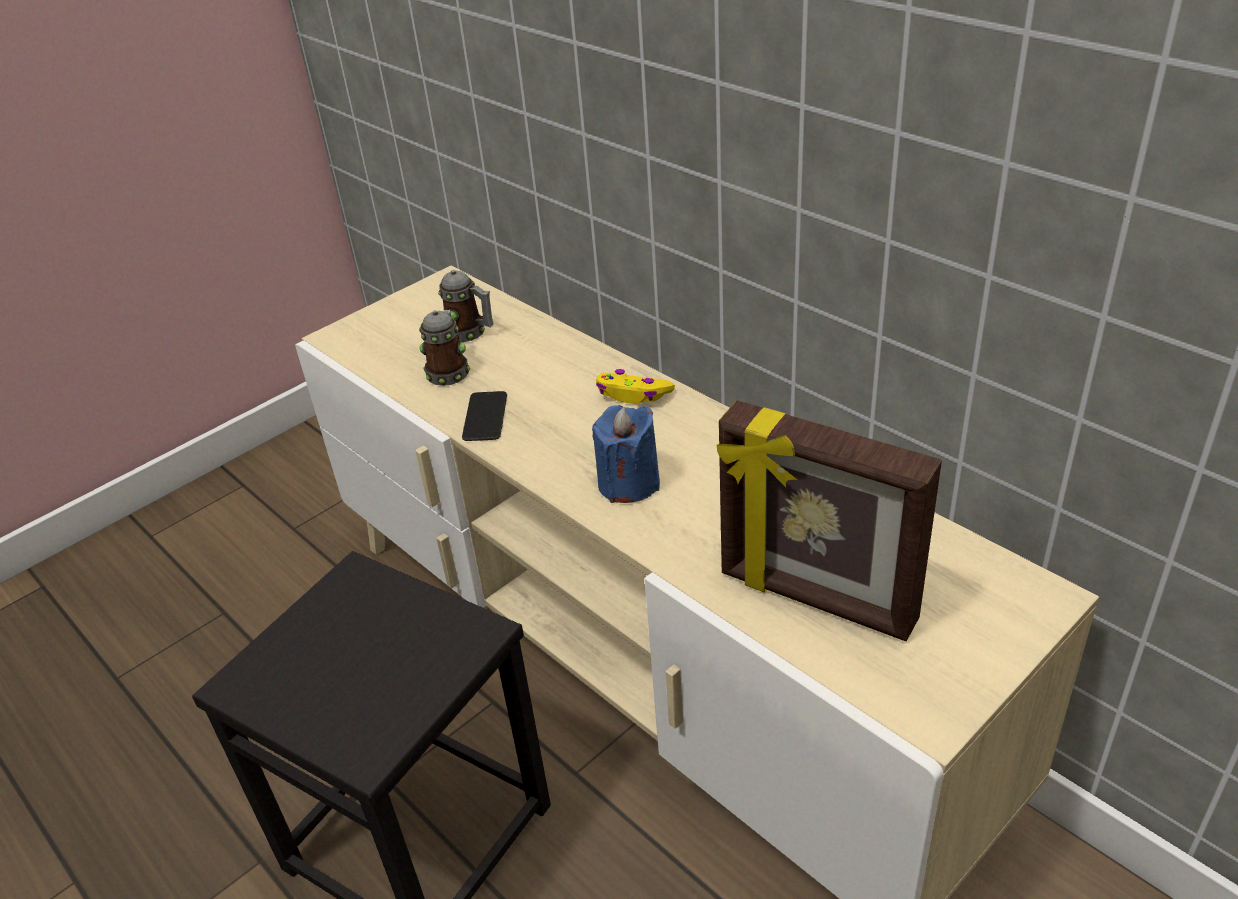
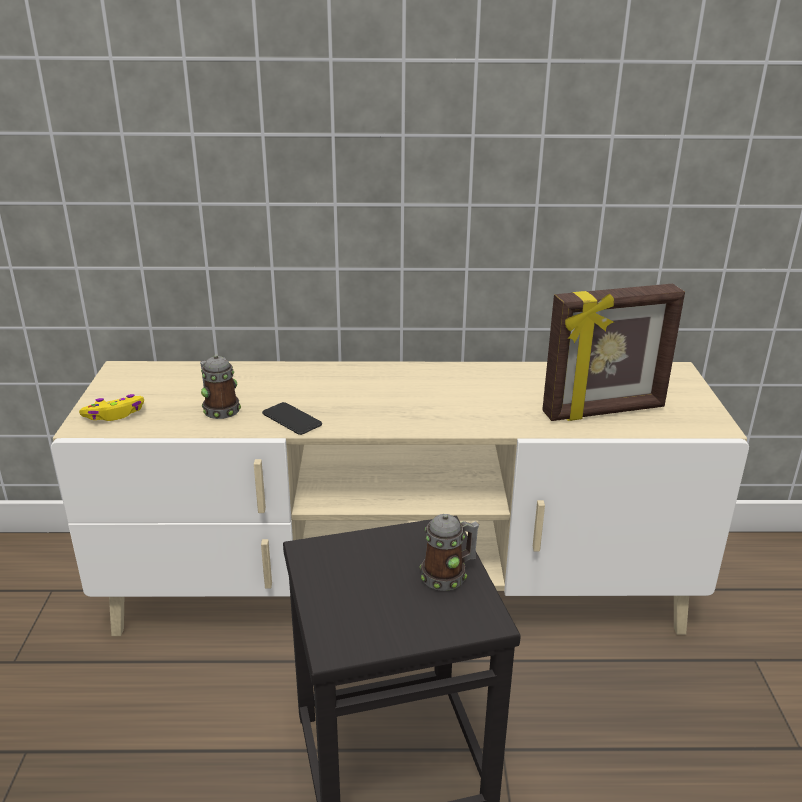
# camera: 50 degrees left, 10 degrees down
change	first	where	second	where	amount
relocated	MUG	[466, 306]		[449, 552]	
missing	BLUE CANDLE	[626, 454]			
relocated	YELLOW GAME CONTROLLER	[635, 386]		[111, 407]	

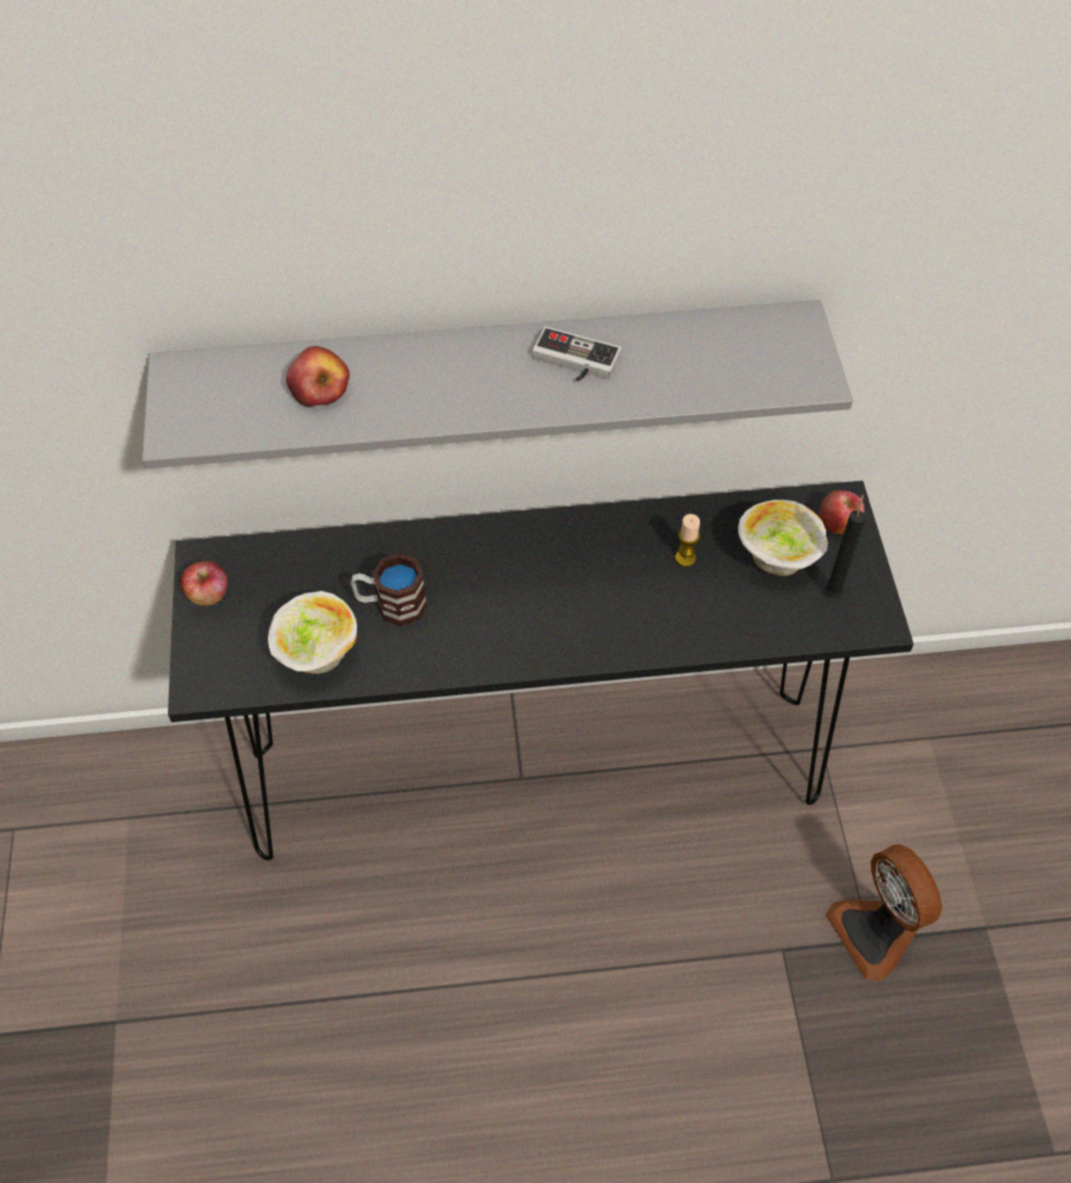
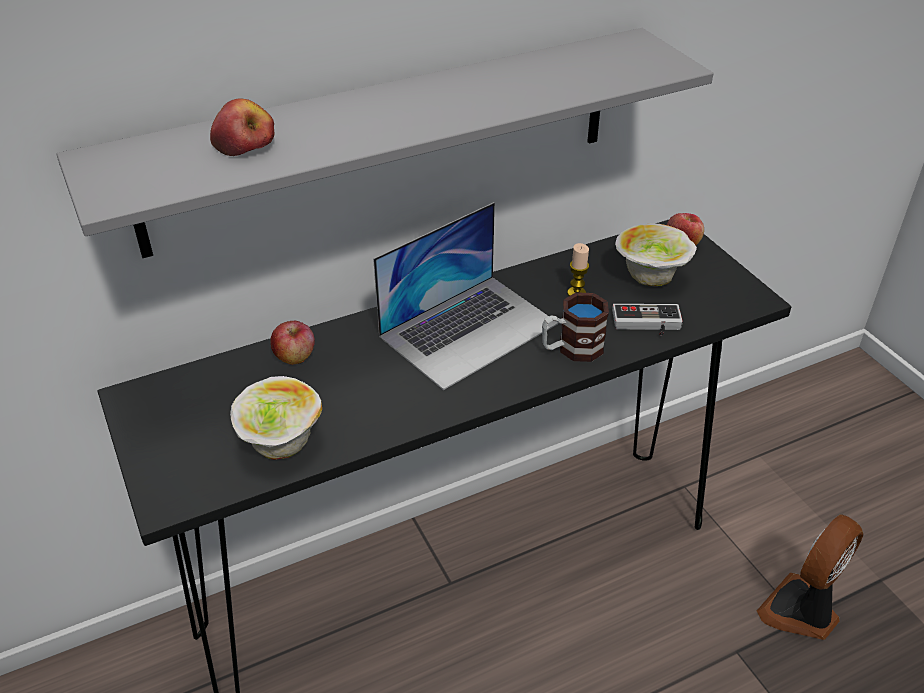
# camera: 20 degrees left, 15 degrees down
change	first	where	second	where	amount
relocated	APPLE	[204, 583]		[292, 342]	
relocated	MUG	[388, 589]		[575, 327]	
relocated	GAME CONTROLLER	[576, 353]		[647, 320]	
missing	BLACK CANDLE	[845, 546]			
spun	FAN	[884, 913]		[810, 577]	90 degrees clockwise
appeared			LAPTOP	[465, 296]	

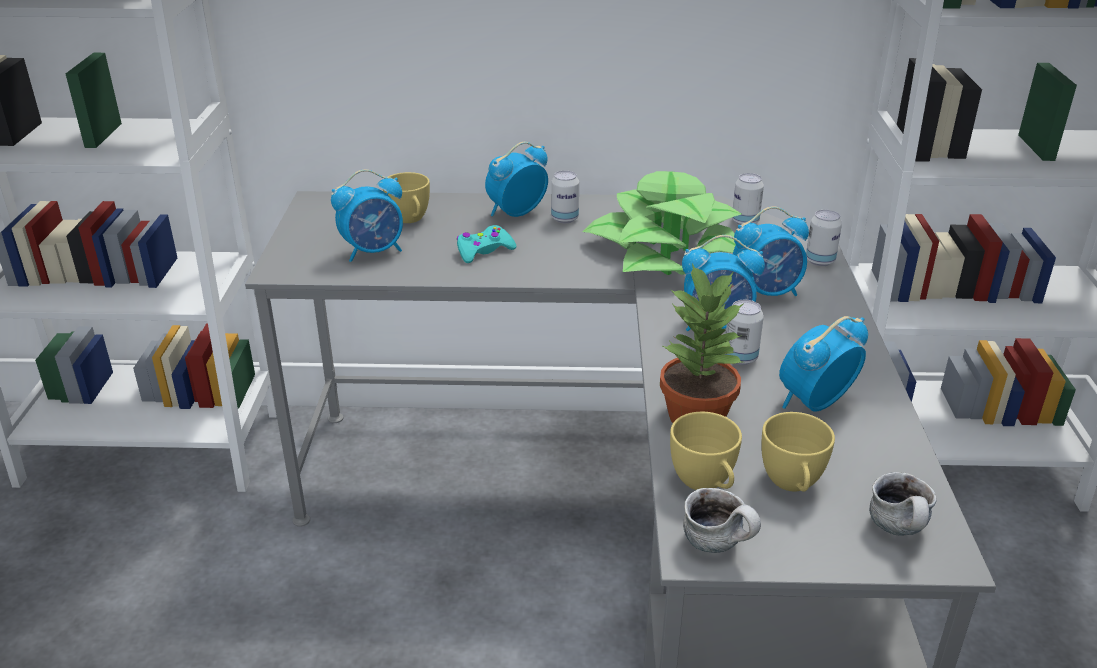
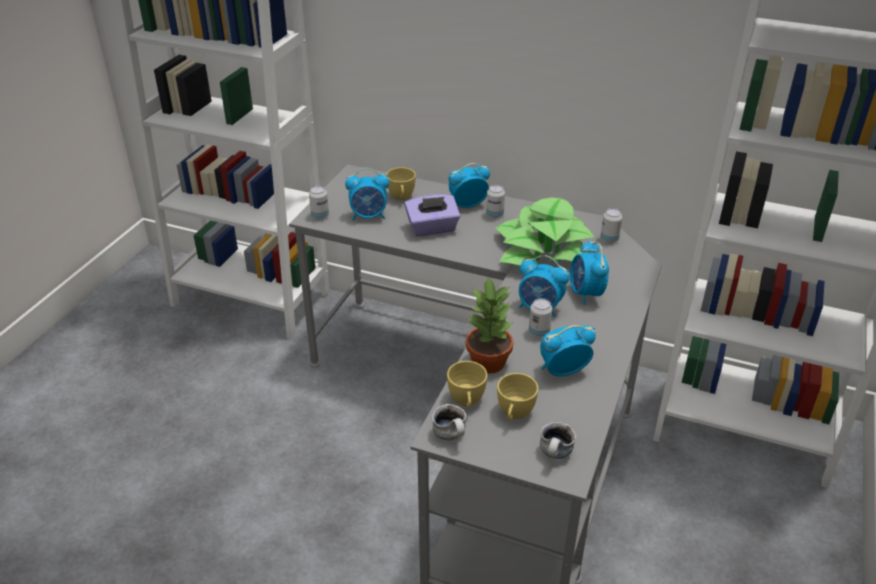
# camera: 20 degrees right, 5 degrees up
change	first	where	second	where	amount
exchanged	TURQUOISE GAME CONTROLLER	[486, 244]	PURPLE TISSUE BOX	[432, 215]	
spun	ALARM CLOCK	[771, 251]		[589, 272]	75 degrees clockwise
relocated	CAN	[824, 238]		[319, 203]	

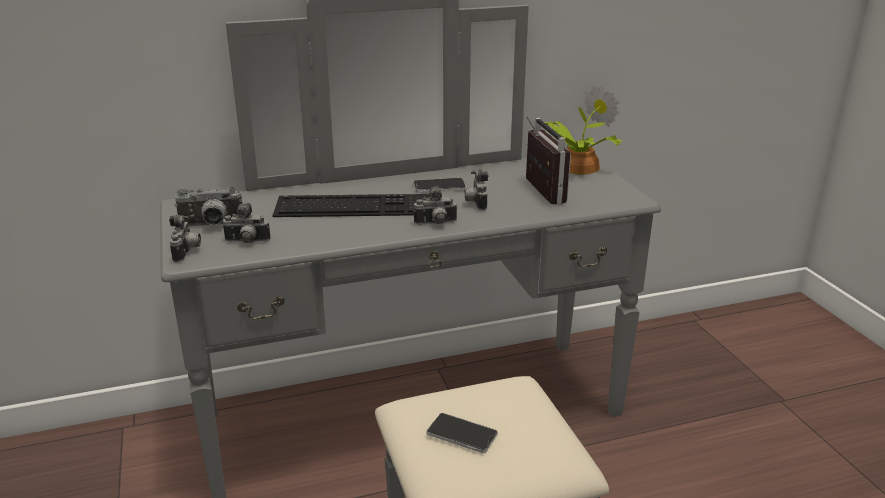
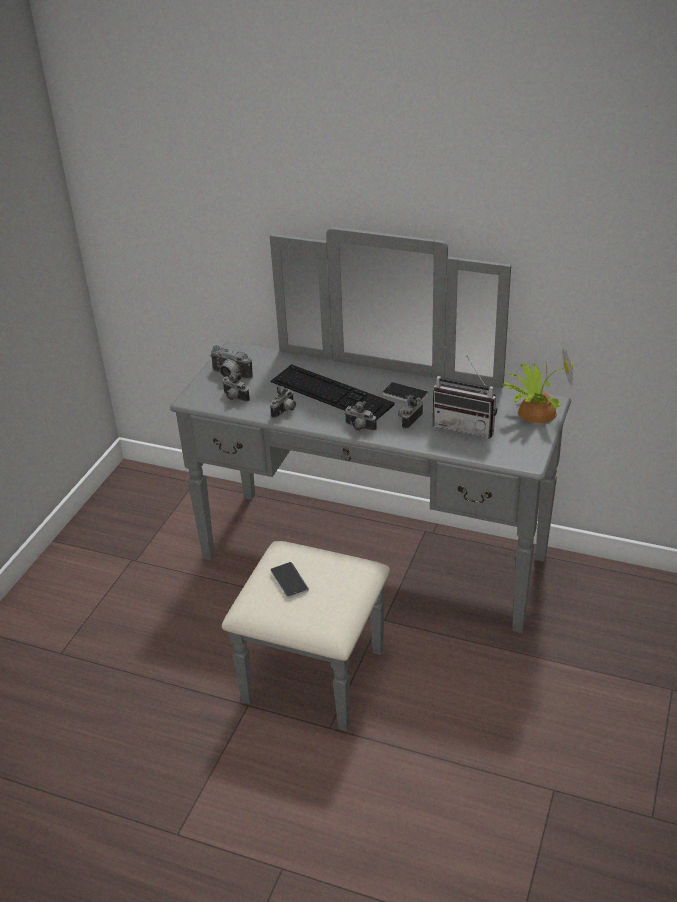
# camera: 40 degrees right, 10 degrees up
change	first	where	second	where	amount
relocated	PHOTO CAMERA	[185, 239]		[283, 401]	
spun	RADIO	[548, 159]		[465, 397]	90 degrees clockwise

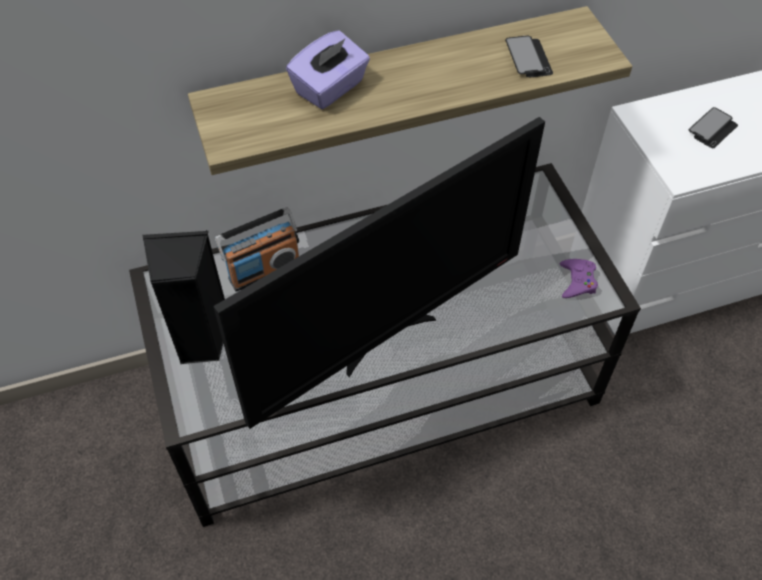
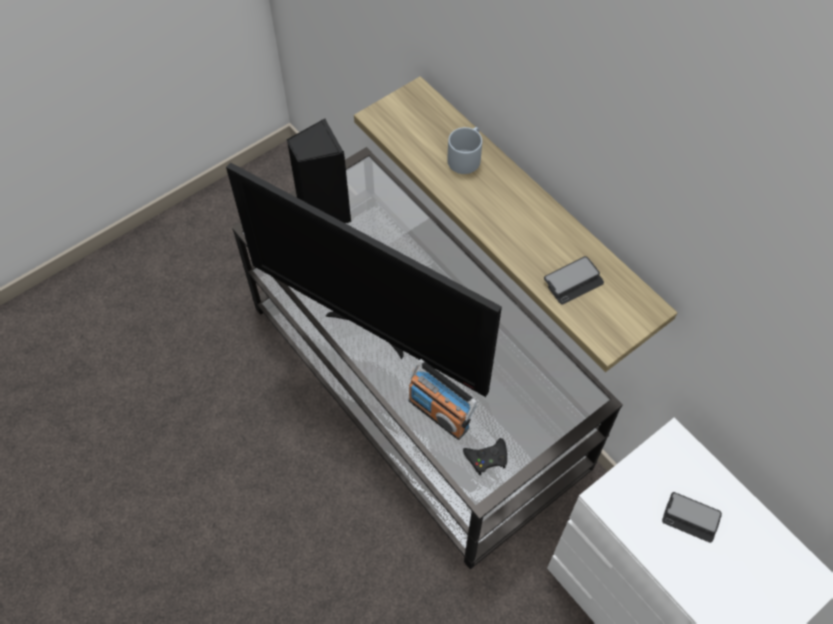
# camera: 70 degrees right, 5 degrees up
change	first	where	second	where	amount
relocated	RADIO	[257, 249]		[442, 399]	
exchanged	PURPLE TISSUE BOX	[328, 69]	GREY MUG	[464, 150]	
colour	PURPLE GAME CONTROLLER	[579, 278]	BLACK GAME CONTROLLER	[485, 456]	

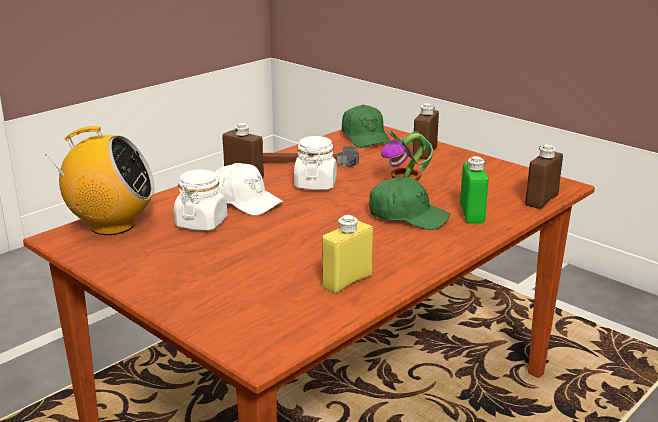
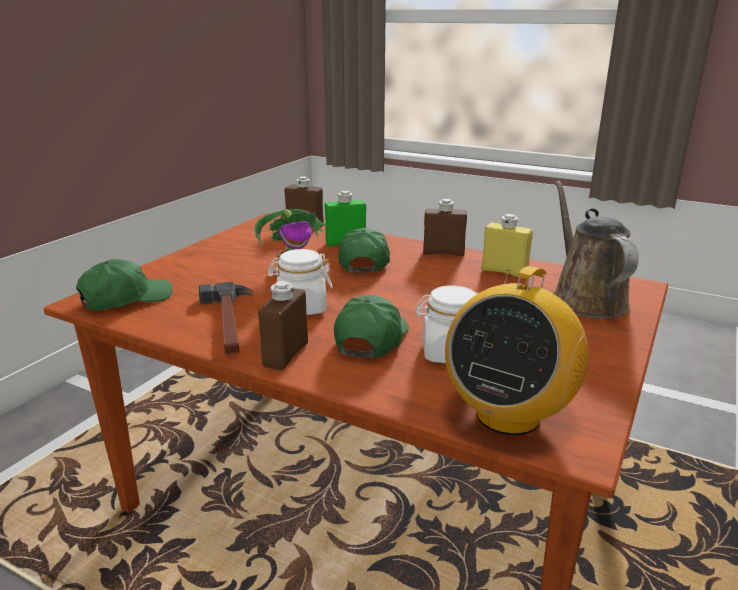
# camera: 105 degrees left, 0 degrees up
change	first	where	second	where	amount
spun	RADIO	[100, 180]		[517, 350]	135 degrees counterclockwise
colour	WHITE CAP	[248, 189]	GREEN CAP	[371, 326]	
relocated	BROWN BOTTLE	[426, 131]		[445, 227]	
appeared			BROWN WATERING CAN	[596, 250]	

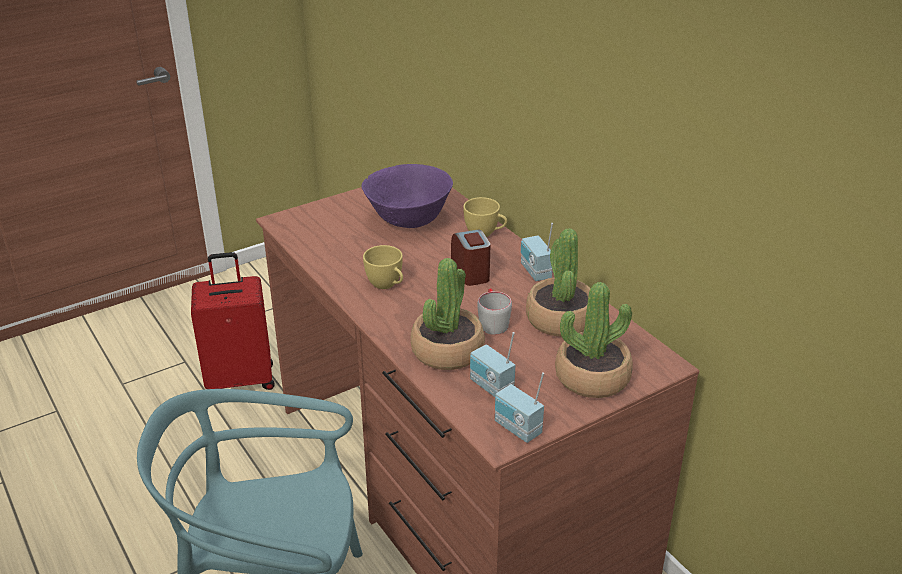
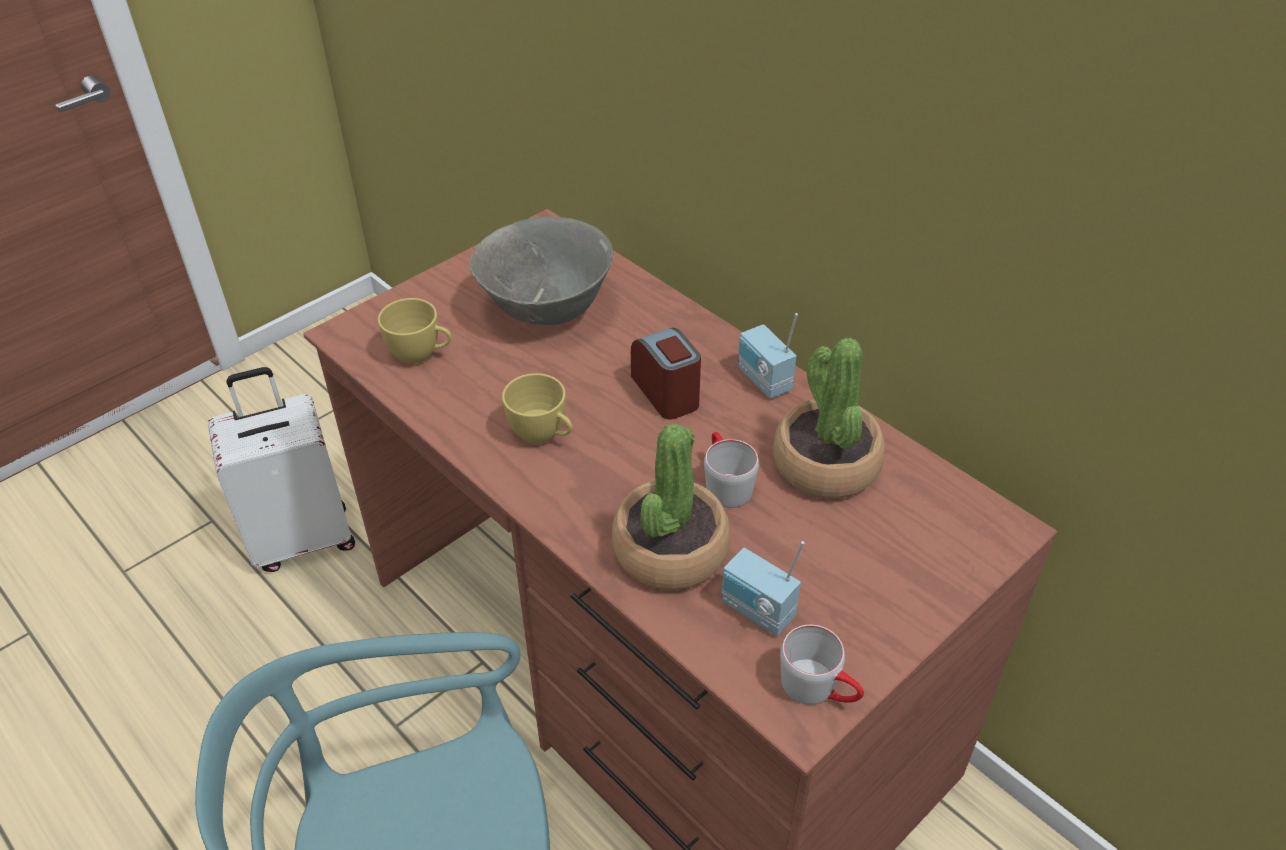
# camera: 10 degrees left, 10 degrees up
change	first	where	second	where	amount
colour	RED SUITCASE	[233, 321]	WHITE SUITCASE	[281, 469]	
colour	PURPLE BOWL	[407, 196]	GREY BOWL	[541, 271]	
relocated	YELLOW CUP	[485, 217]		[415, 331]	
exchanged	RADIO	[519, 407]	GREY MUG	[822, 665]	
missing	POTTED PLANT	[594, 340]			

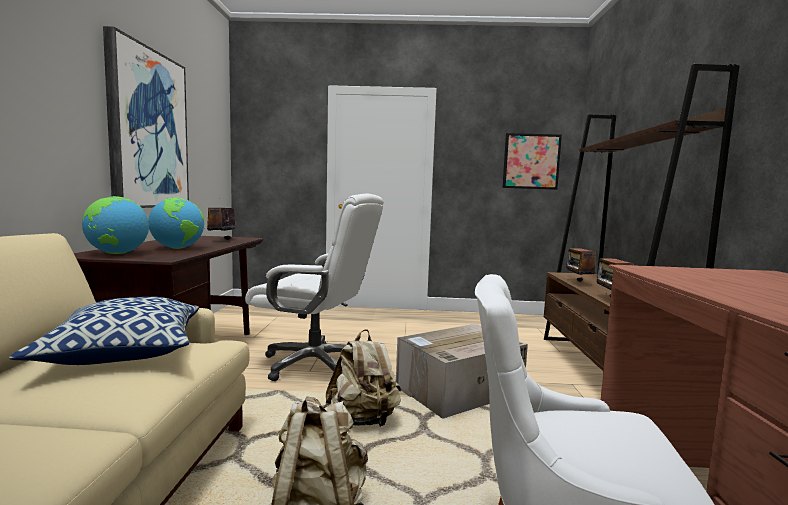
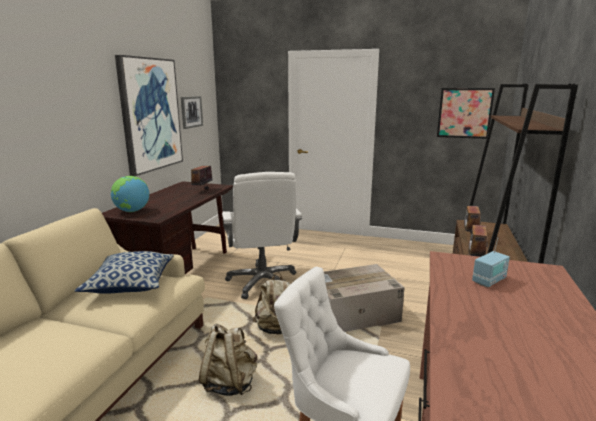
# camera: 15 degrees right, 10 degrees up
change	first	where	second	where	amount
missing	GLOBE	[176, 223]			
spun	WHITE OFFICE CHAIR	[314, 287]		[262, 235]	45 degrees clockwise
appeared			PICTURE	[192, 112]	
appeared			RADIO	[491, 262]	

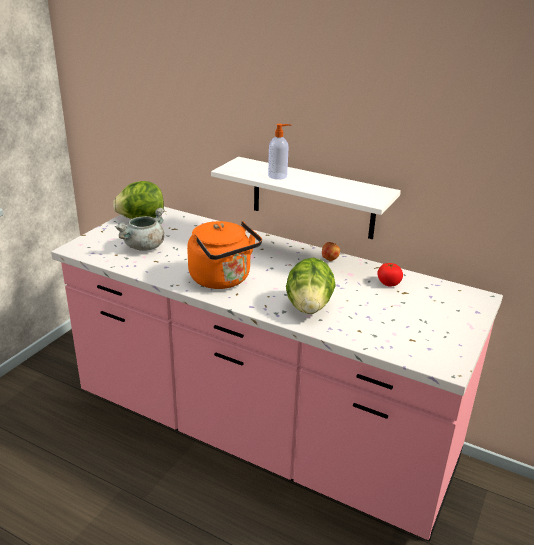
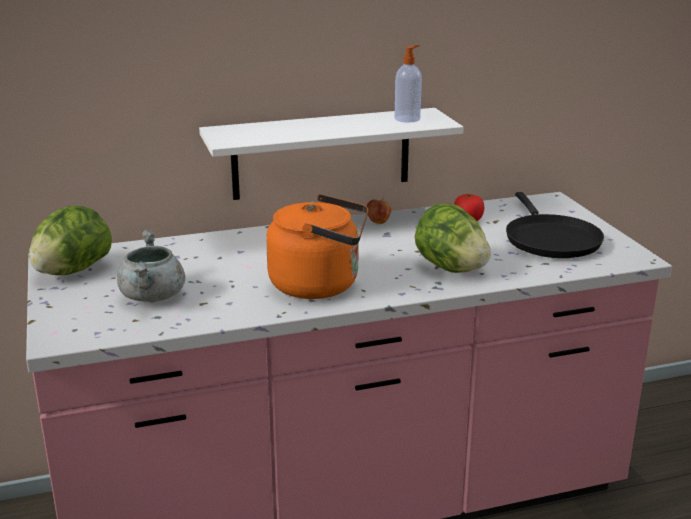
# camera: 45 degrees left, 5 degrees down
change	first	where	second	where	amount
relocated	SOAP DISPENSER	[279, 152]		[408, 84]	
appeared			BLACK FRYING PAN	[555, 225]	

